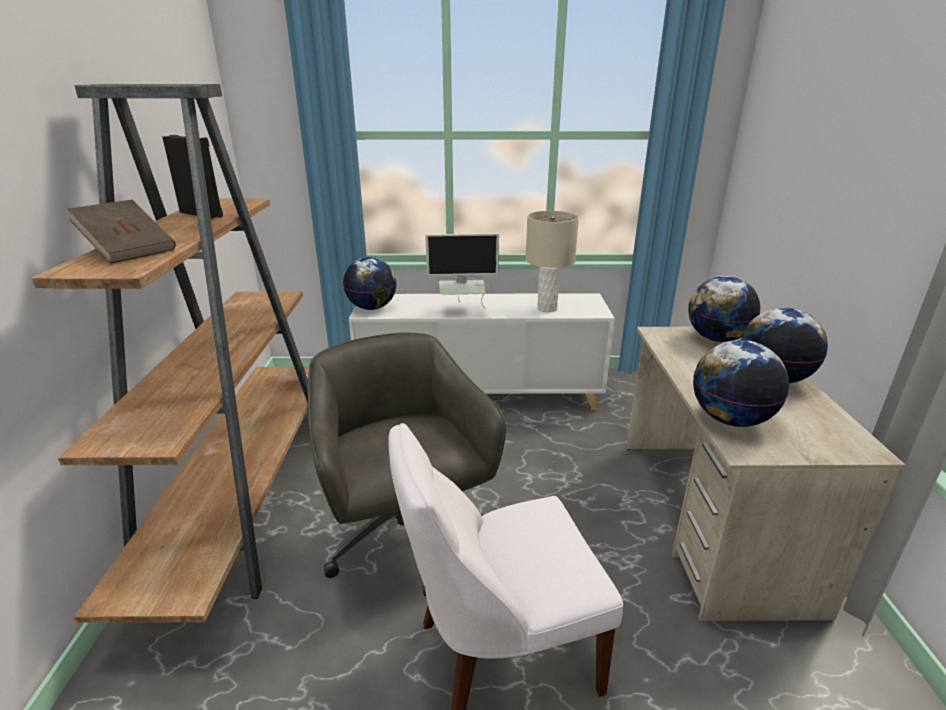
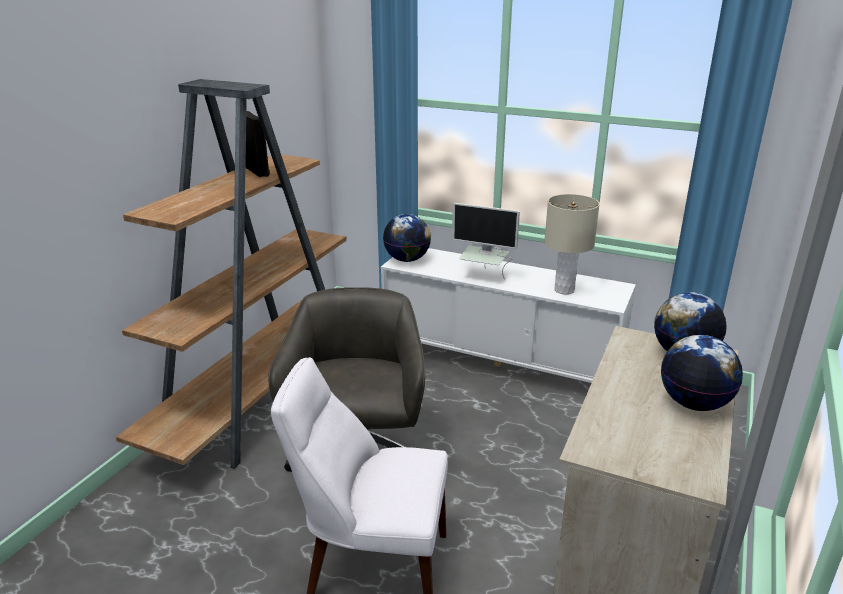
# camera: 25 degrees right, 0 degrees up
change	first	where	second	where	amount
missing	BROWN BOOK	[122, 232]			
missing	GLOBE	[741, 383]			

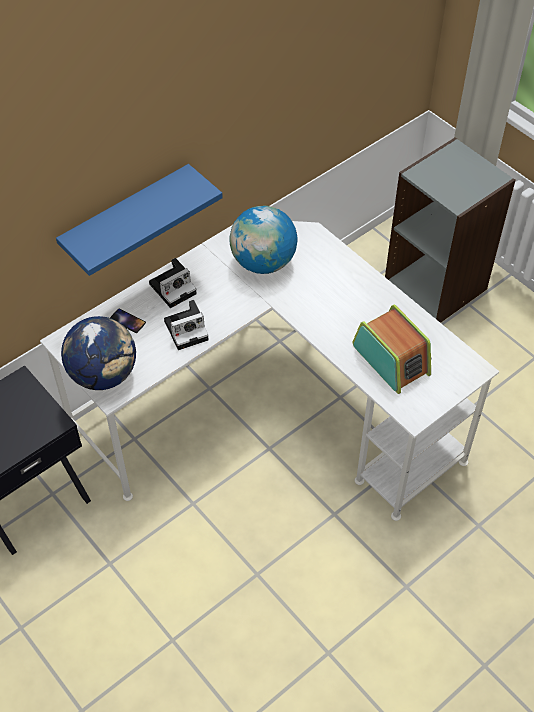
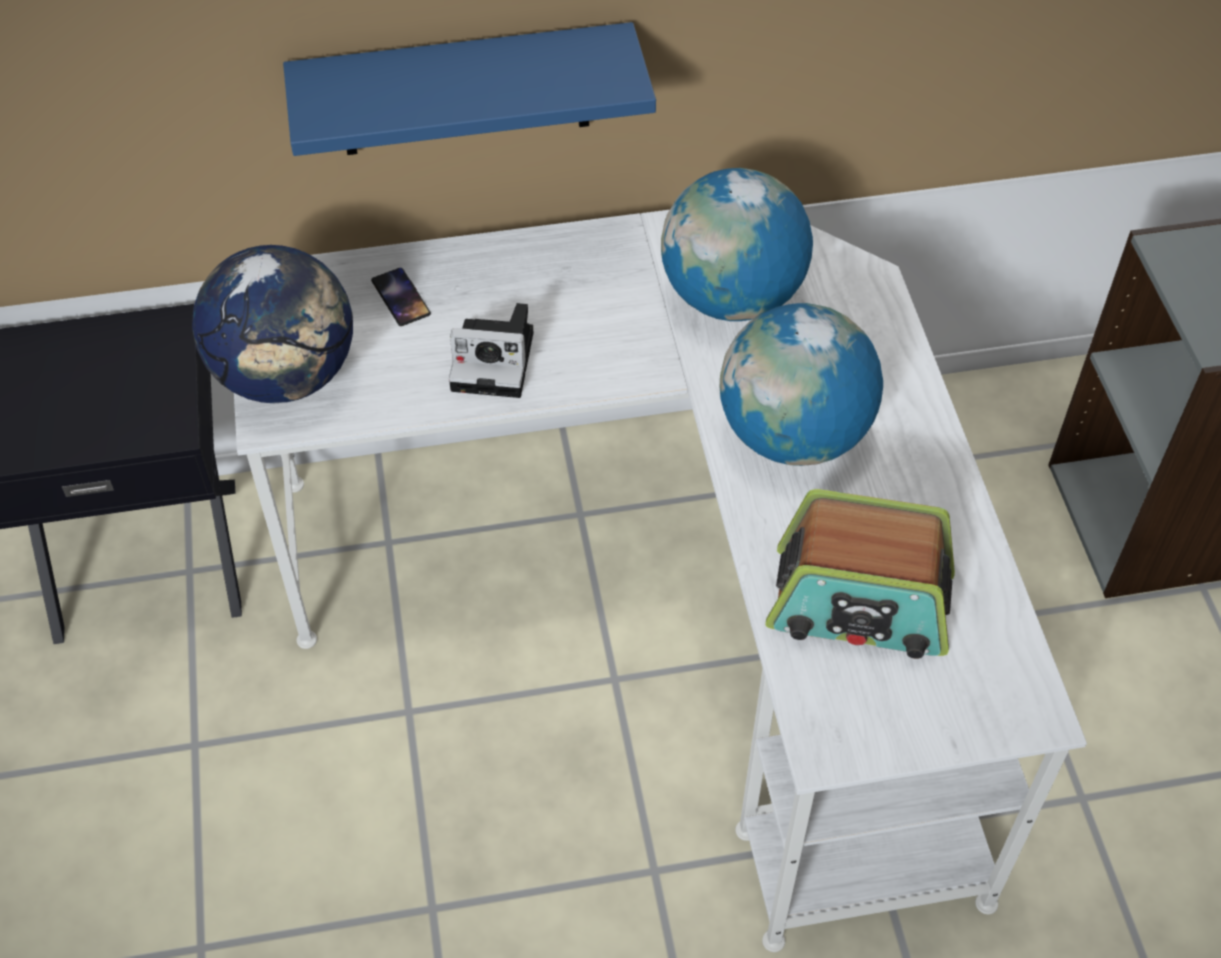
# camera: 30 degrees right, 0 degrees up
change	first	where	second	where	amount
missing	PHOTO CAMERA	[173, 283]			
spun	RADIO	[391, 349]		[860, 574]	105 degrees clockwise
appeared			GLOBE	[801, 384]	

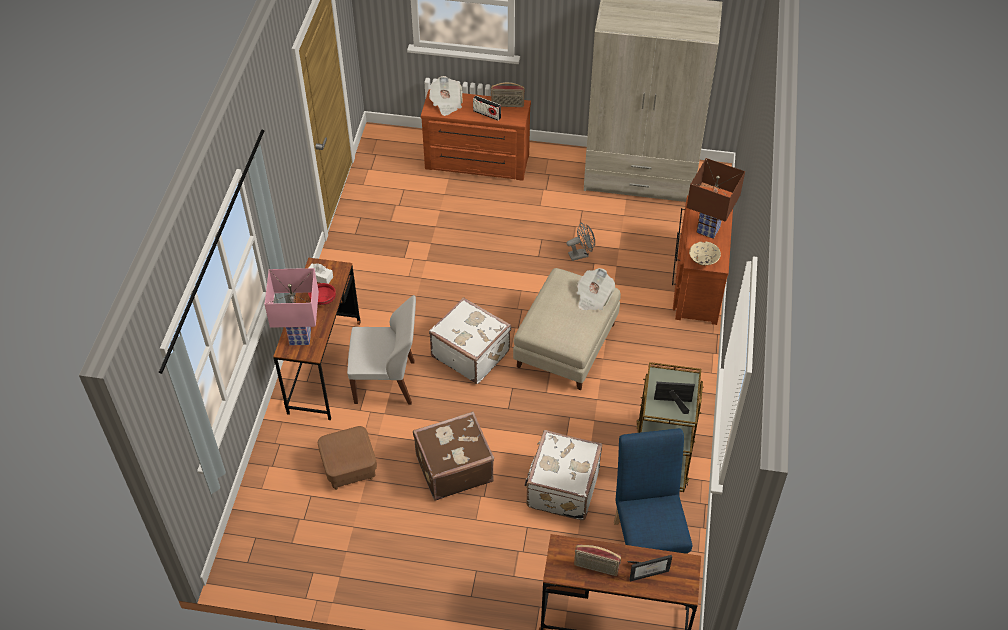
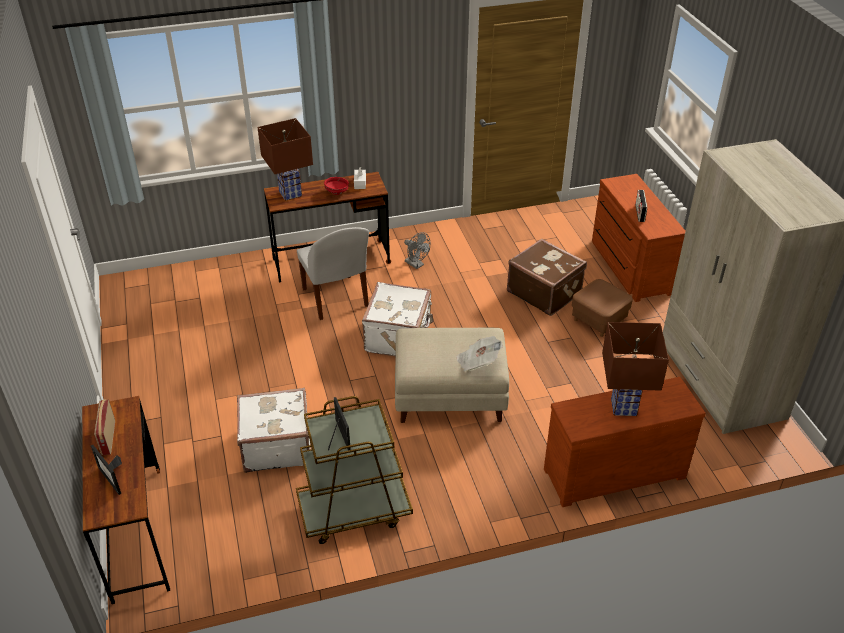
# camera: 65 degrees right, 10 degrees down
change	first	where	second	where	amount
colour	PINK TABLE LAMP	[292, 306]	BROWN TABLE LAMP	[285, 159]	
relocated	BROWN OTTOMAN	[347, 458]		[602, 308]	
relocated	BROWN SUITCASE	[453, 455]		[547, 277]	
missing	NEWSPAPER	[446, 96]			
missing	RADIO	[508, 94]			
relocated	GREY FAN	[580, 241]		[417, 250]	
missing	BLUE CHAIR	[653, 491]			
missing	BEIGE BOWL	[705, 254]			

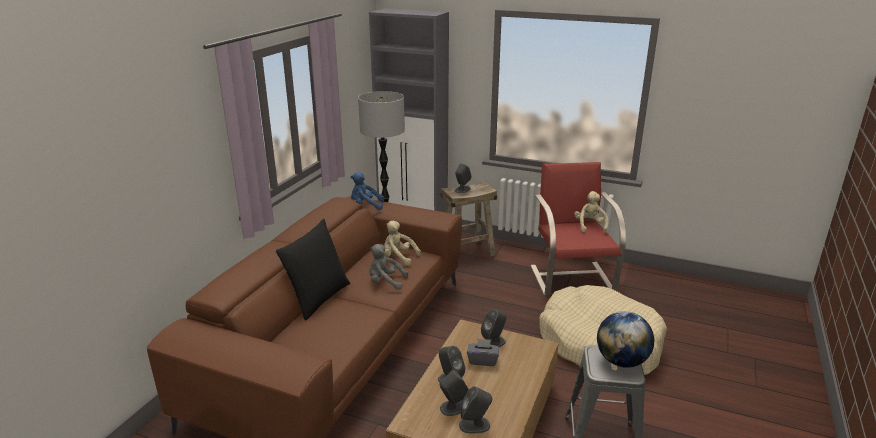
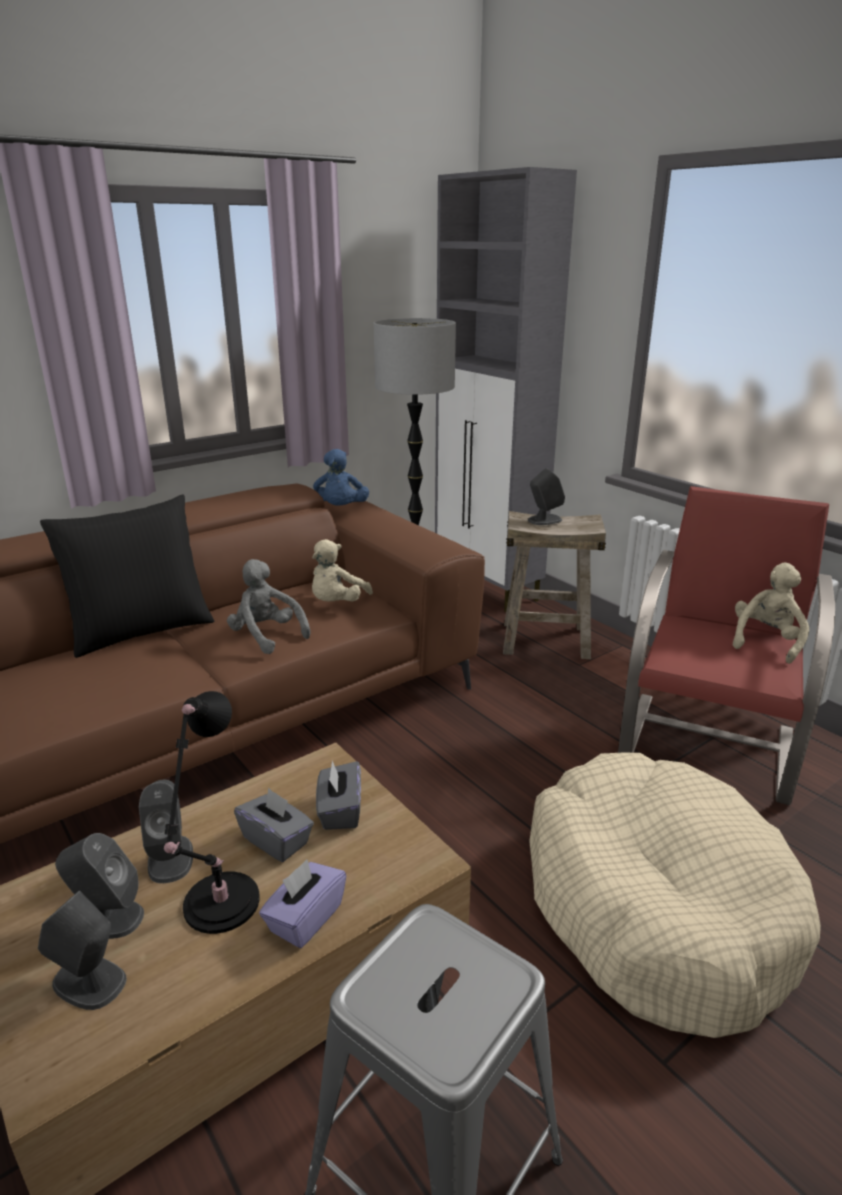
# camera: 30 degrees right, 0 degrees up
change	first	where	second	where	amount
spun	BLUE PLUSH TOY	[367, 191]		[341, 477]	120 degrees counterclockwise
spun	BEIGE PLUSH TOY	[402, 243]		[342, 570]	120 degrees counterclockwise
exchanged	GREY SPEAKER	[494, 328]	GREY TISSUE BOX	[338, 795]	
missing	GLOBE	[625, 339]			
appeared			BLACK TABLE LAMP	[212, 812]	
appeared			PURPLE TISSUE BOX	[302, 903]	

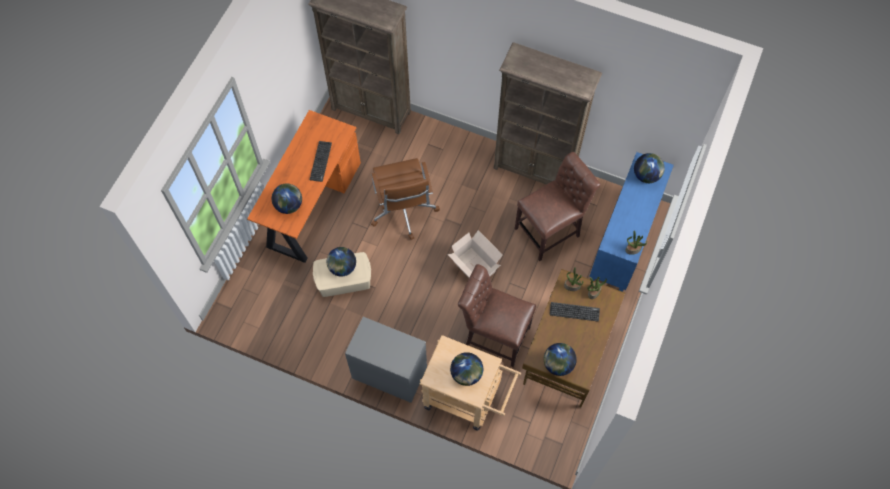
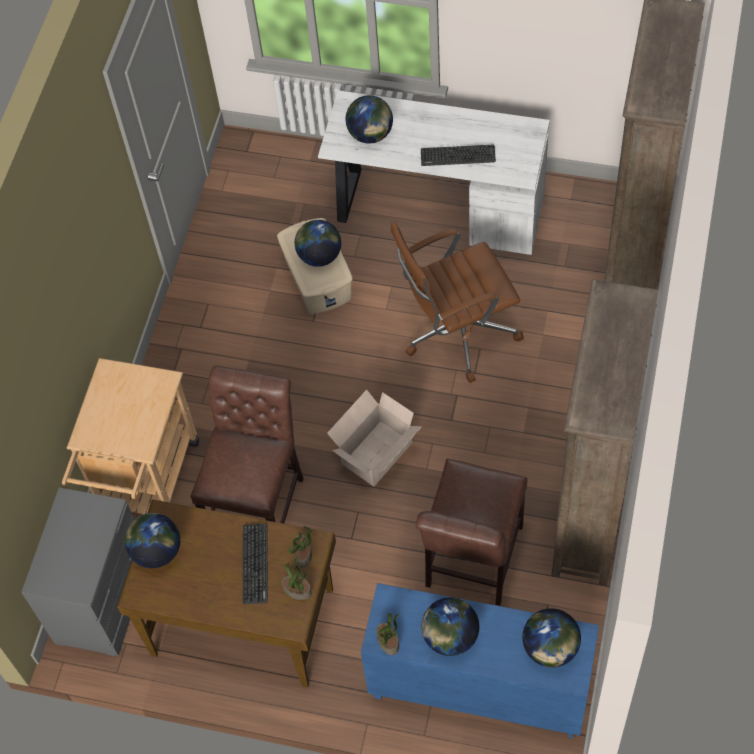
# camera: 85 degrees right, 5 degrees down
change	first	where	second	where	amount
colour	ORANGE DESK	[304, 186]	WHITE DESK	[434, 172]	
relocated	GREY DRESSER	[386, 360]		[78, 571]	
relocated	GLOBE	[466, 369]		[450, 626]	
spun	BROWN CHAIR	[558, 206]		[472, 532]	60 degrees clockwise

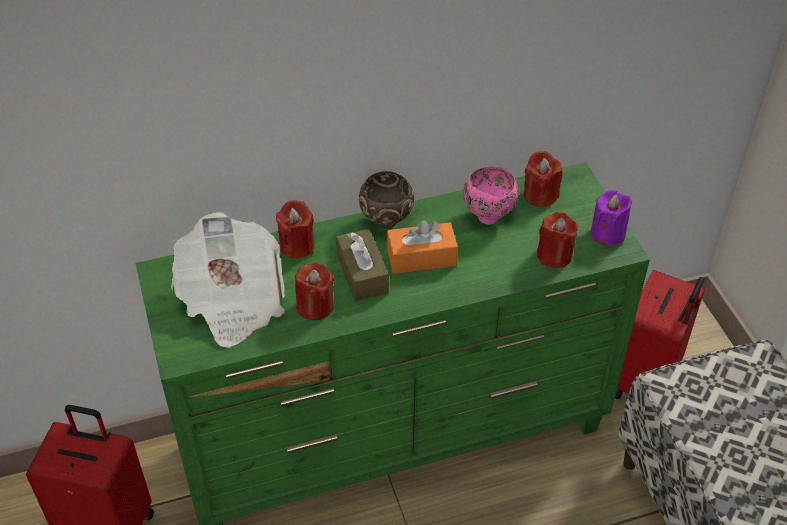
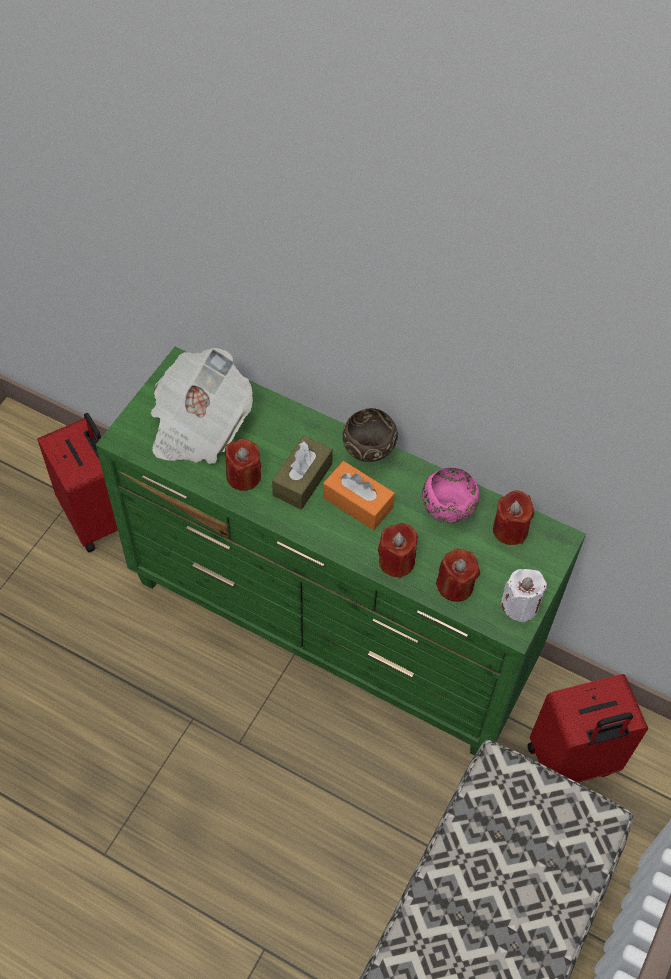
# camera: 45 degrees right, 10 degrees up
change	first	where	second	where	amount
relocated	RED CANDLE	[295, 229]		[397, 550]	
colour	PURPLE CANDLE	[611, 217]	WHITE CANDLE	[524, 596]	

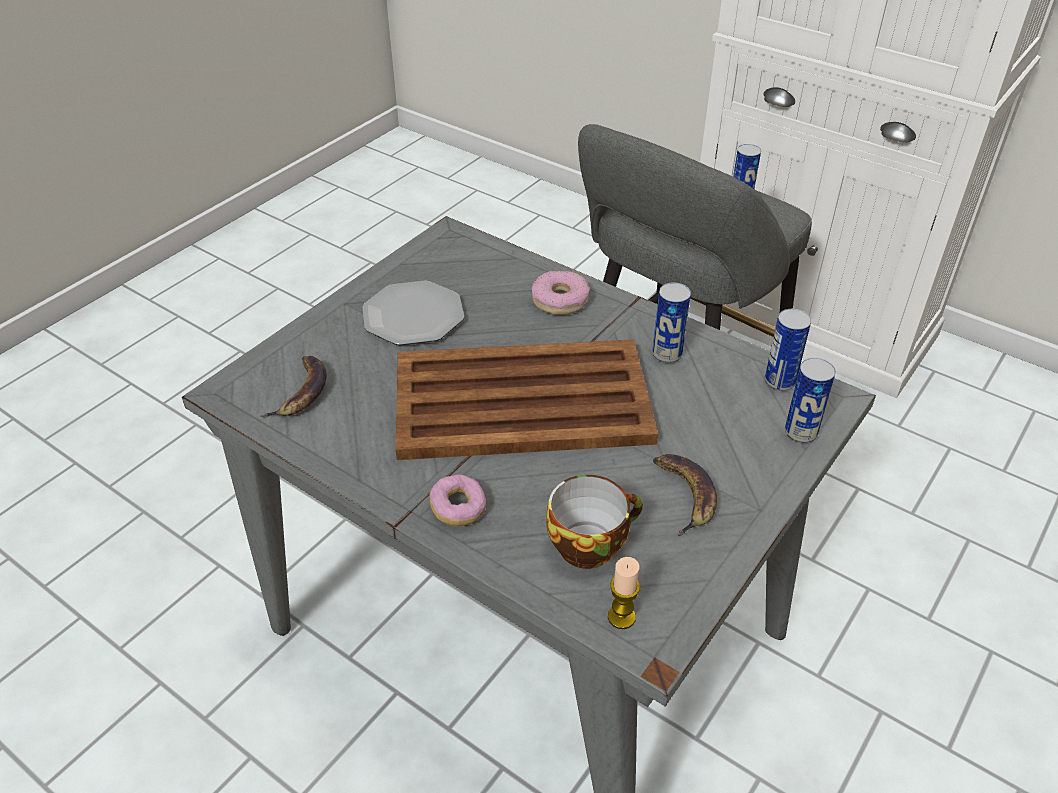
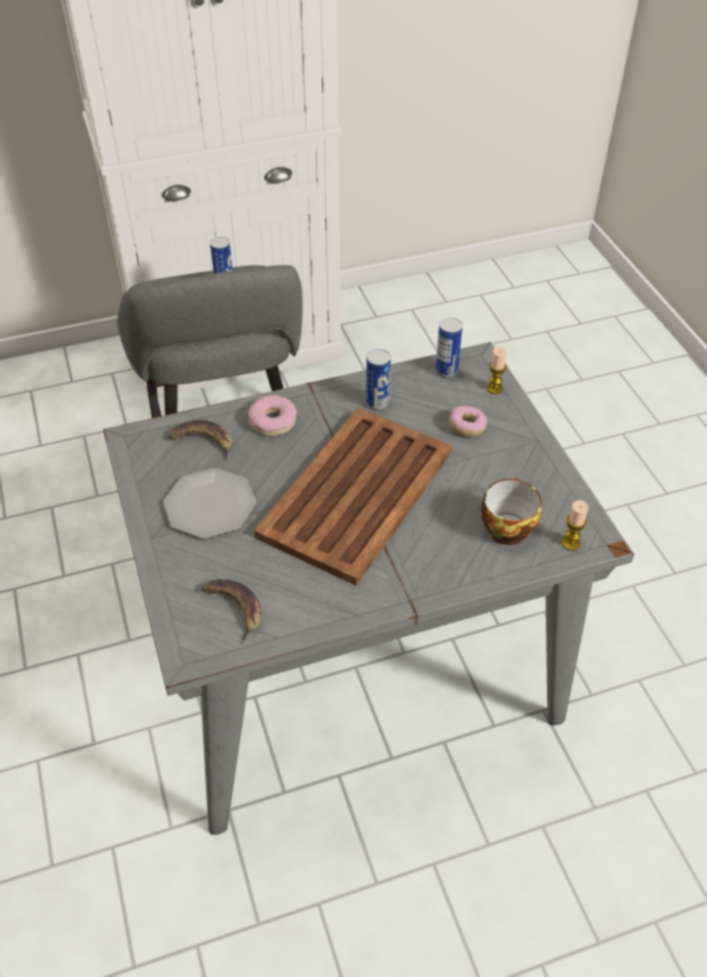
# camera: 55 degrees left, 5 degrees up
change	first	where	second	where	amount
relocated	DONUT	[458, 500]		[468, 421]	
relocated	BANANA	[685, 495]		[200, 441]	
exchanged	CAN	[810, 400]	CANDLE	[496, 370]	

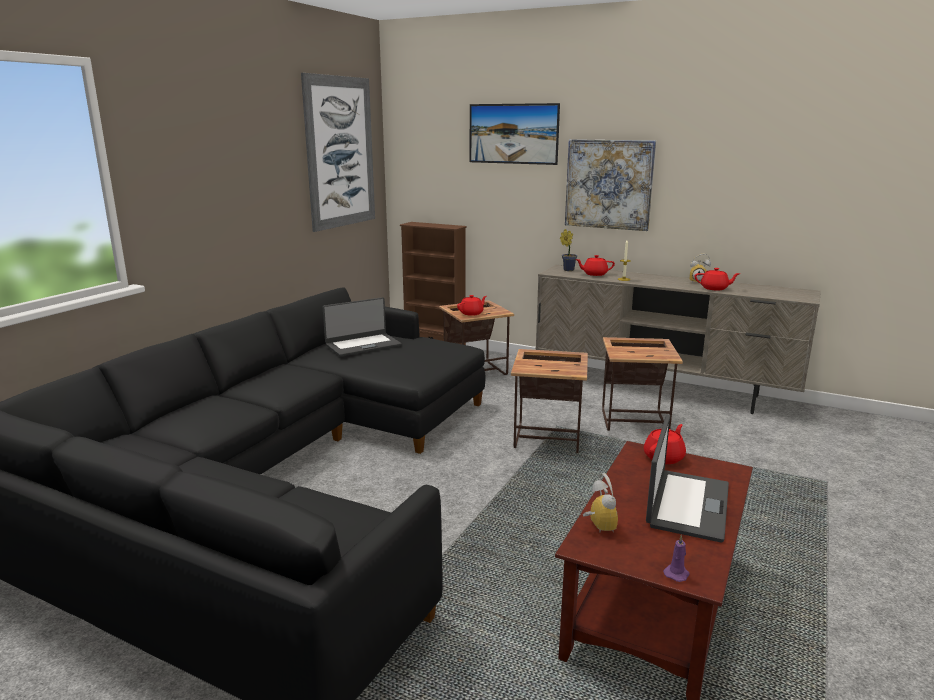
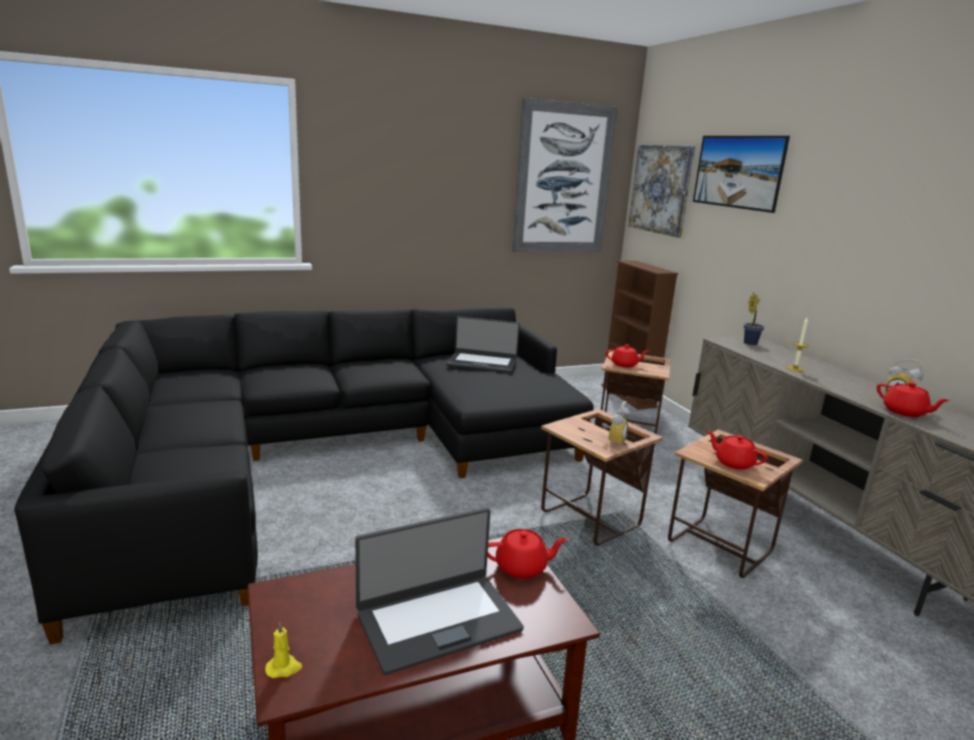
# camera: 40 degrees right, 0 degrees up
change	first	where	second	where	amount
relocated	PICTURE	[610, 185]		[661, 191]	
relocated	RED TEAPOT	[595, 265]		[737, 450]	
relocated	ALARM CLOCK	[600, 502]		[616, 423]	
colour	PURPLE CANDLE	[676, 558]	YELLOW CANDLE	[284, 650]	

